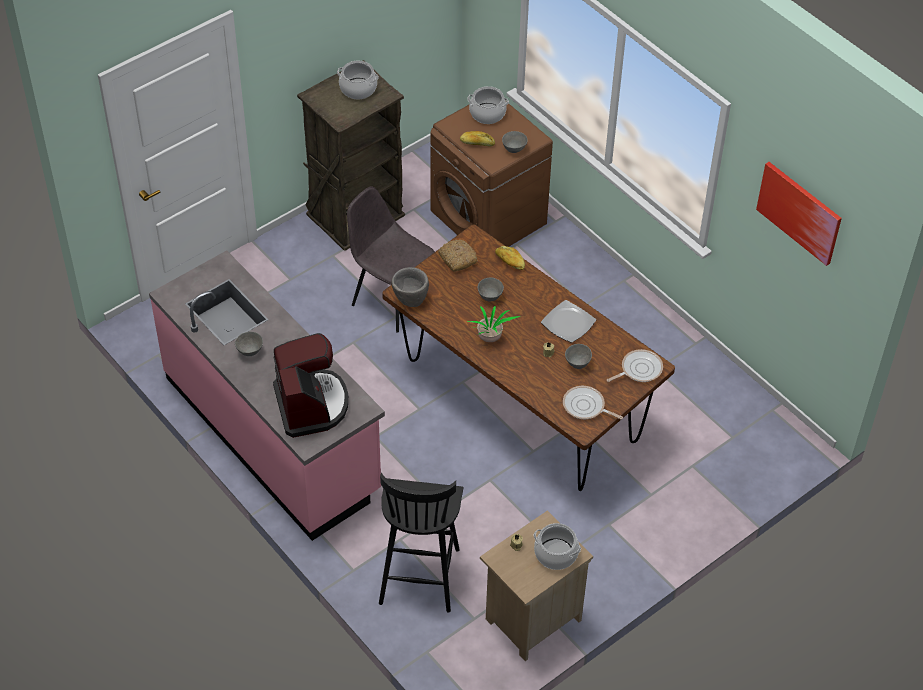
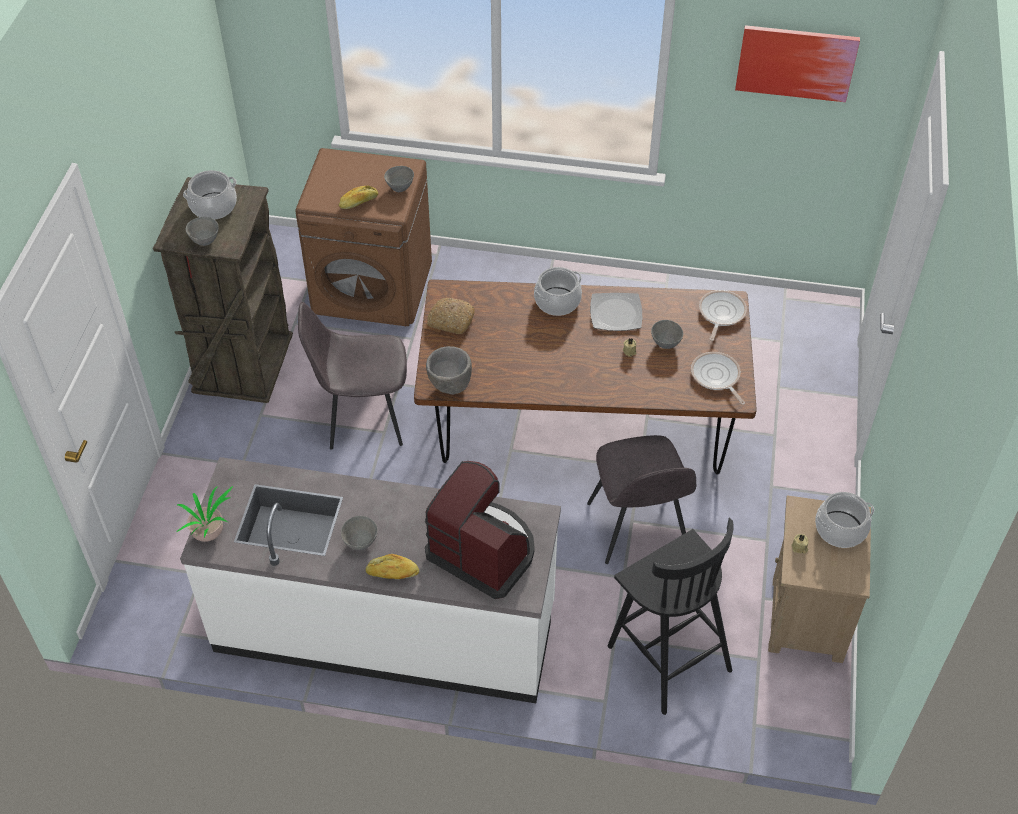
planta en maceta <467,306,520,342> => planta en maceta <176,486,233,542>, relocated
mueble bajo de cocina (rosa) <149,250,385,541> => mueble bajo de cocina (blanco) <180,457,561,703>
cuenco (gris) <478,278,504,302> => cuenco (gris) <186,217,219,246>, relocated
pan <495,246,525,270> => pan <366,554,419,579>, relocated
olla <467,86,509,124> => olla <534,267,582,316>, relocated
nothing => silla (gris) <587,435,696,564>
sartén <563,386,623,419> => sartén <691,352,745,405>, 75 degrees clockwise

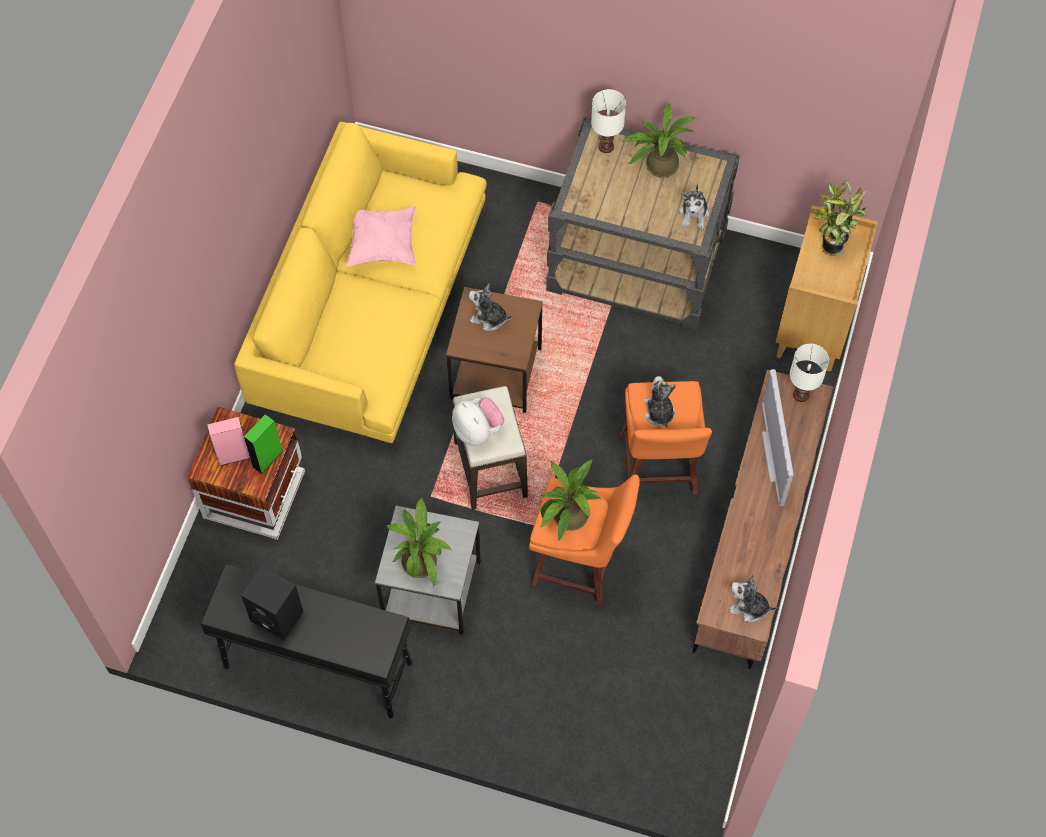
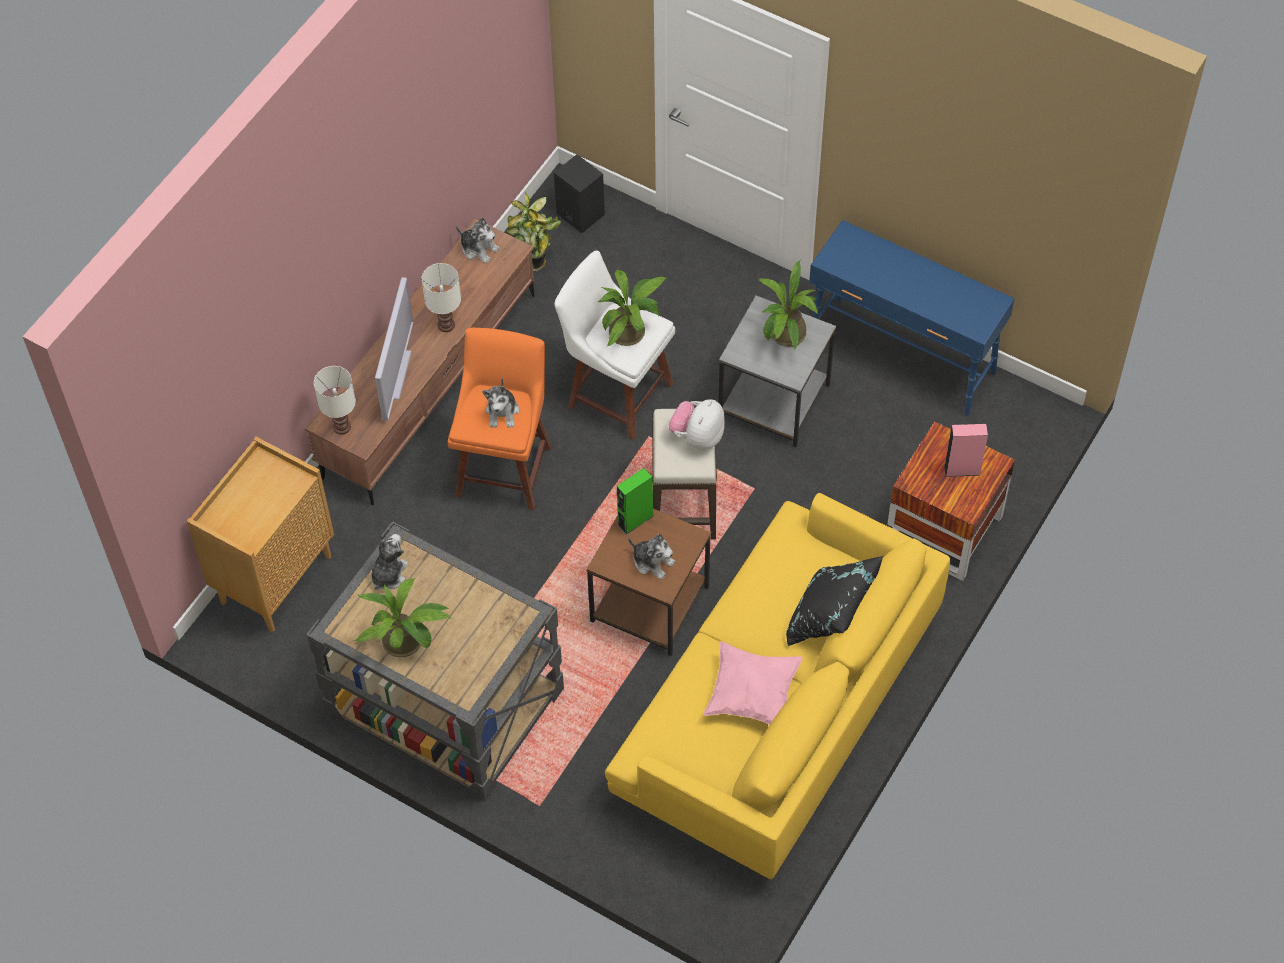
lámpara de mesa (blanco) <591,89,626,153> => lámpara de mesa (blanco) <422,263,461,332>, relocated
planta en maceta <814,181,867,256> => planta en maceta <507,192,561,272>, relocated
altavoz (negro) <241,566,304,640> => altavoz (negro) <554,154,605,233>, relocated
taburete (naranja) <529,474,640,606> => taburete (blanco) <554,250,675,440>
altavoz (verde) <244,415,283,474> => altavoz (verde) <617,468,654,535>, relocated
peluche <452,398,504,446> => peluche <669,399,725,450>, 45 degrees clockwise
nothing => cojín (negro) <786,556,883,647>
mesa consola (negro) <200,564,412,718> => mesa consola (azul) <809,220,1014,416>

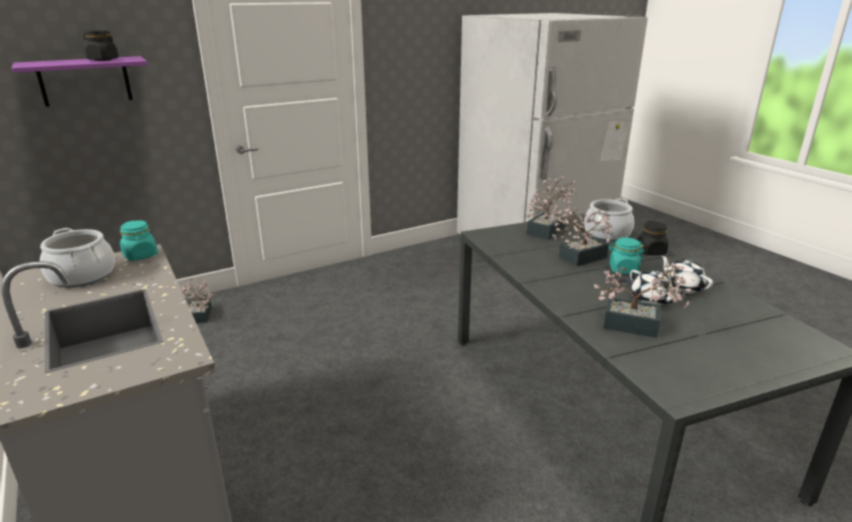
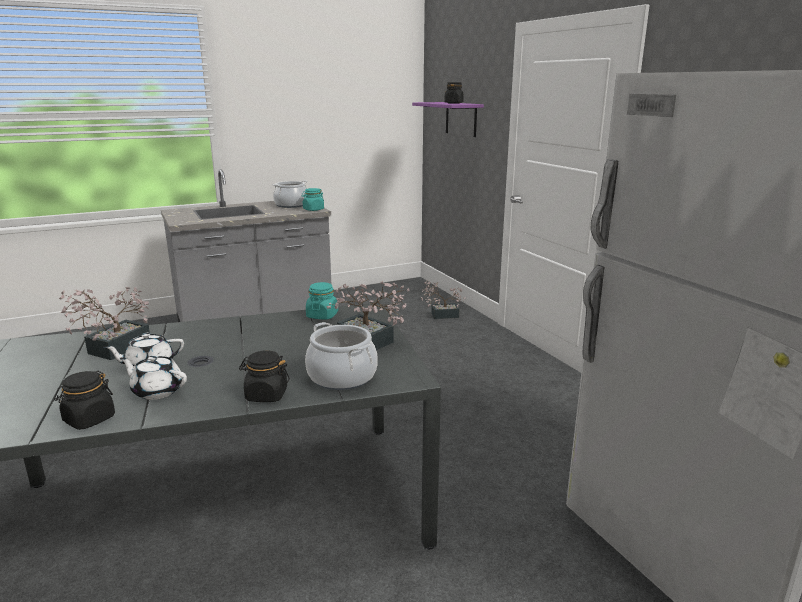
nothing => tarro (negro) <54,371,115,430>
tetera (blanco) <661,254,713,294> => tetera (blanco) <120,355,187,400>, 135 degrees counterclockwise
tarro (turquesa) <608,237,644,274> => tarro (turquesa) <306,282,338,319>, relocated
planta en maceta <550,205,612,266> => nothing

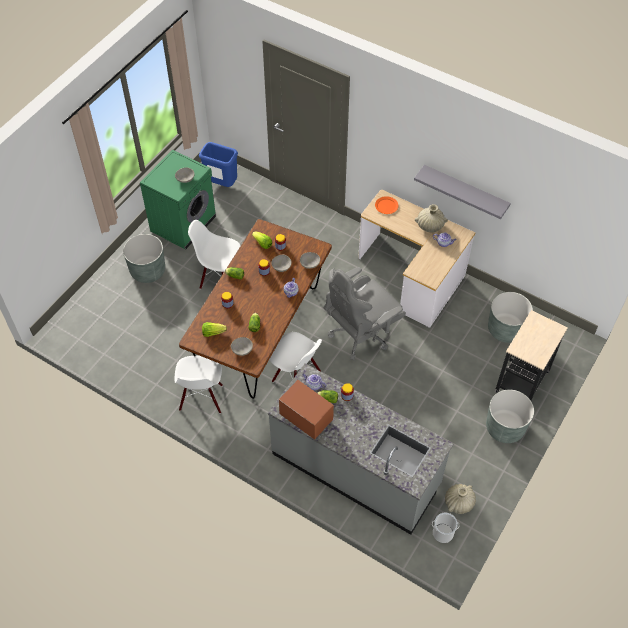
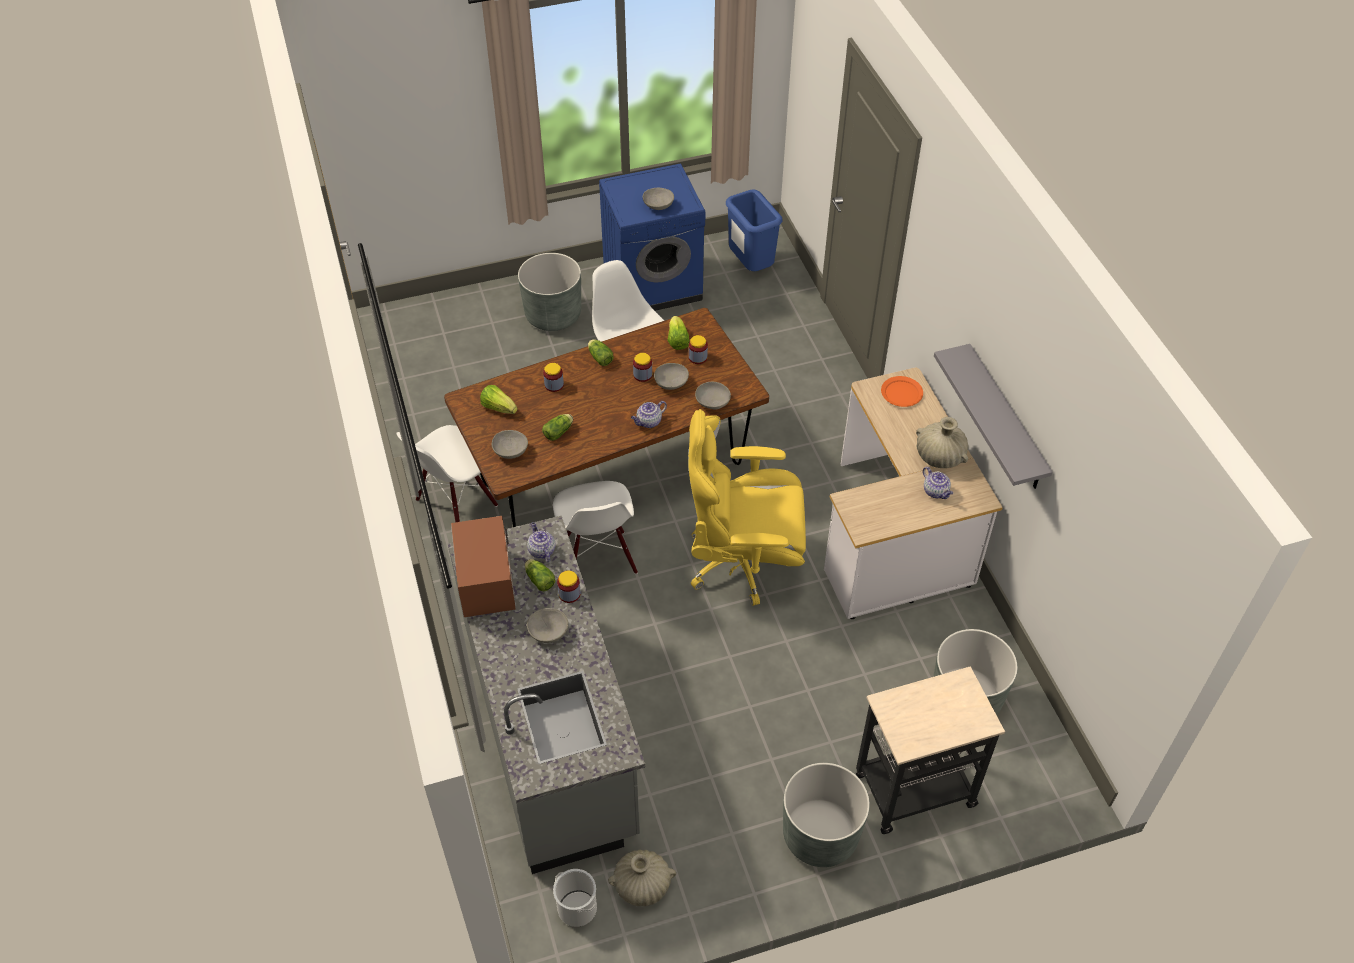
nothing => cuenco (gris) <527,608,568,643>
lavadora (verde) <140,150,216,250> => lavadora (azul) <599,163,705,311>
silla de oficina (gris) <324,267,406,360> => silla de oficina (amarillo) <688,409,806,606>

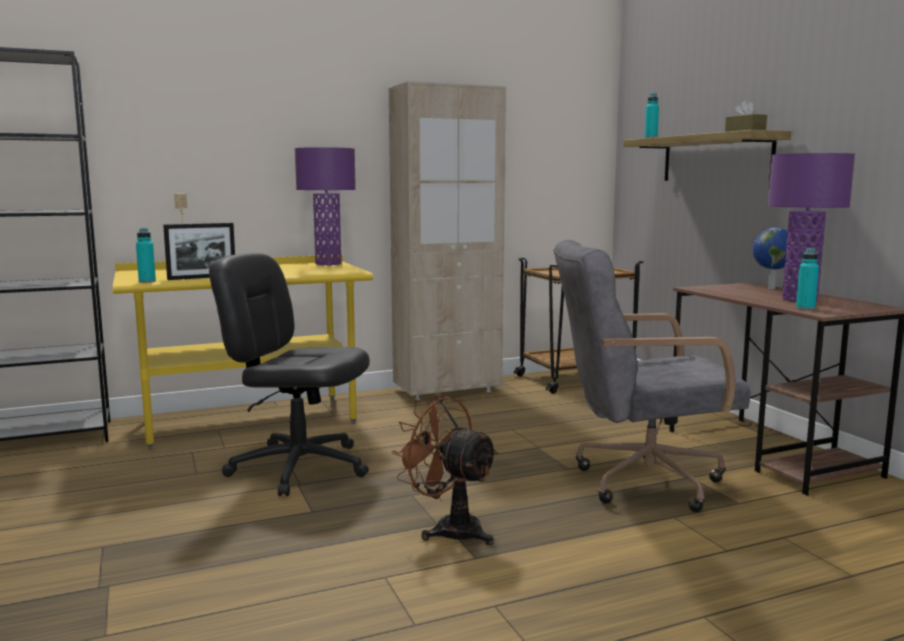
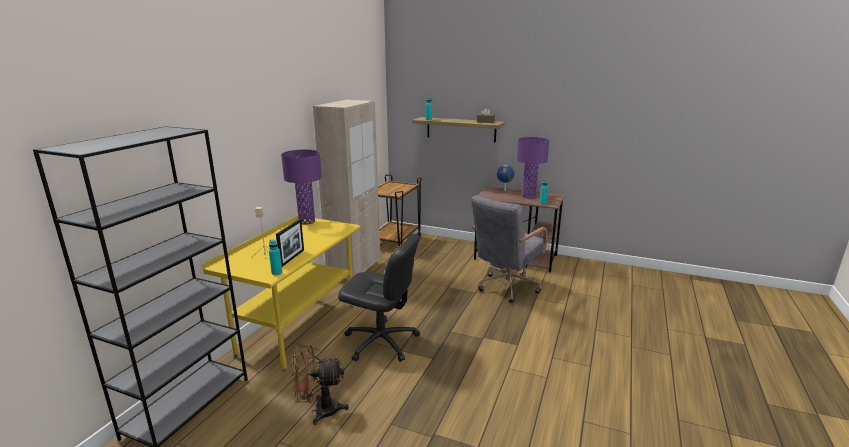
ventilador (marrón) <391,395,499,545> => ventilador (marrón) <292,344,349,425>, relocated
silla de oficina (negro) <209,253,370,496> => silla de oficina (negro) <338,234,421,362>, 135 degrees counterclockwise

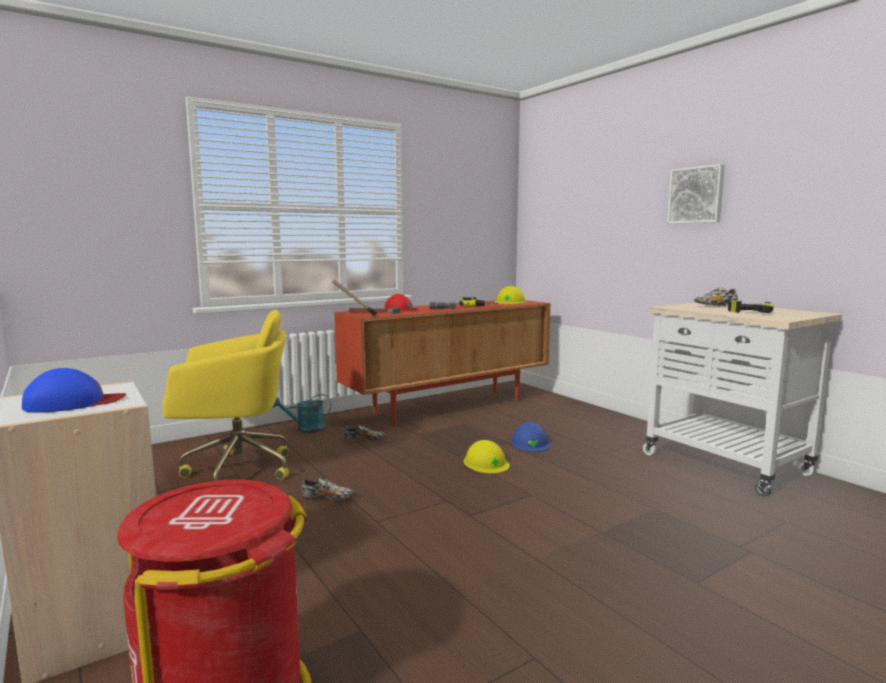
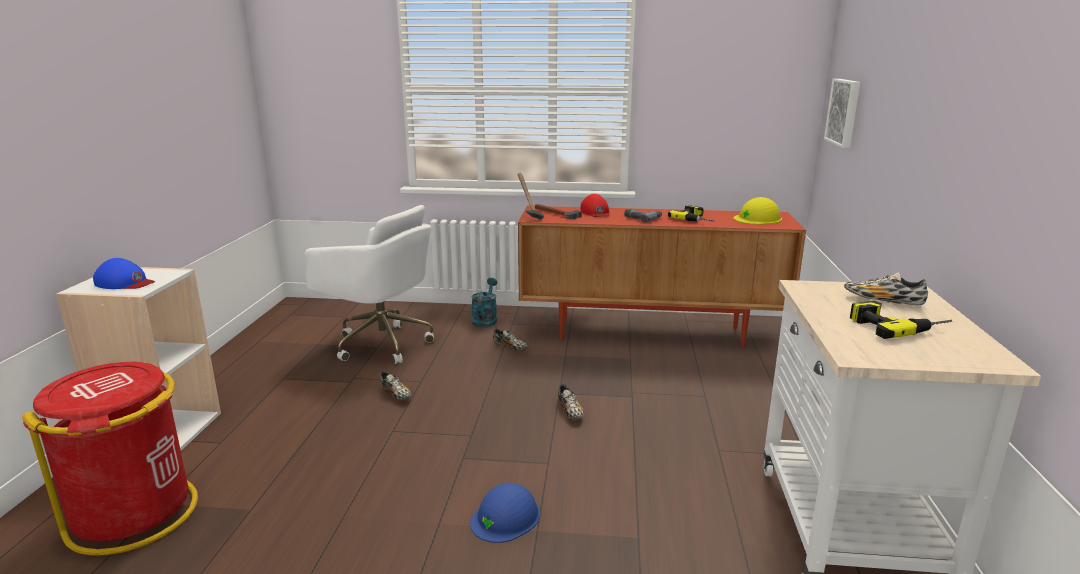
silla de oficina (amarillo) <162,310,289,481> => silla de oficina (blanco) <305,205,434,364>
casco (azul) <510,422,550,452> => casco (azul) <470,483,540,543>, relocated
regadera (turquesa) <273,394,331,433> => regadera (turquesa) <471,278,497,327>, 75 degrees clockwise
casco (amarillo) <464,440,510,474> => zapato <558,384,584,420>
cuadro <667,164,725,224> => cuadro <824,79,860,148>, relocated

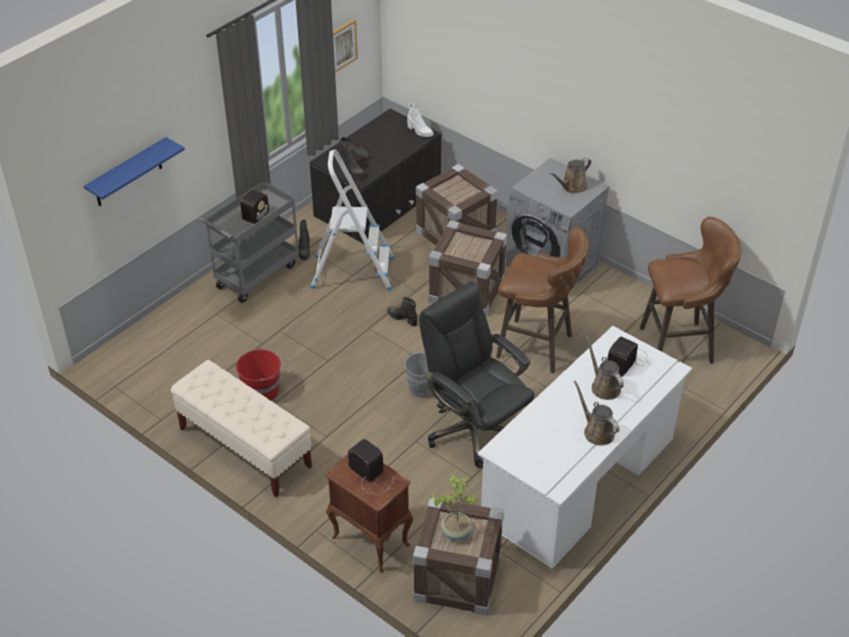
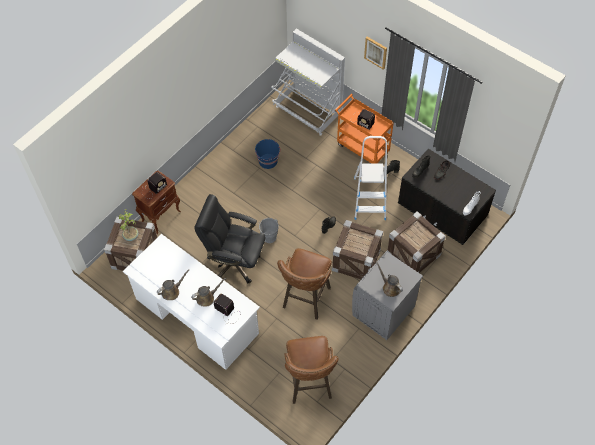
silla de oficina (negro) <419,281,534,468> => silla de oficina (negro) <195,194,265,283>, 120 degrees counterclockwise
cubo (rojo) <236,348,283,401> => cubo (azul) <255,139,280,169>
nothing => zapatero (blanco) <271,29,345,136>
carrito (gris) <198,181,299,303> => carrito (naranja) <335,94,394,164>
cuadro <333,19,358,73> => cuadro <364,37,387,70>, relocated
estante (azul) <84,137,185,206> => nothing
banco (beis) <171,360,312,497> => nothing

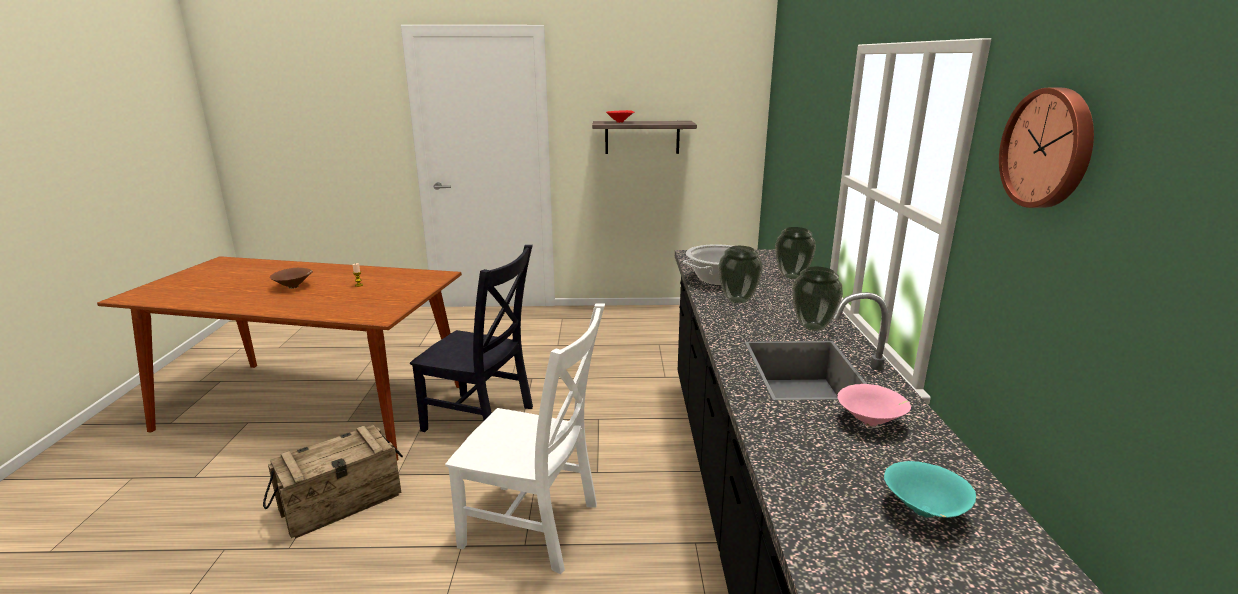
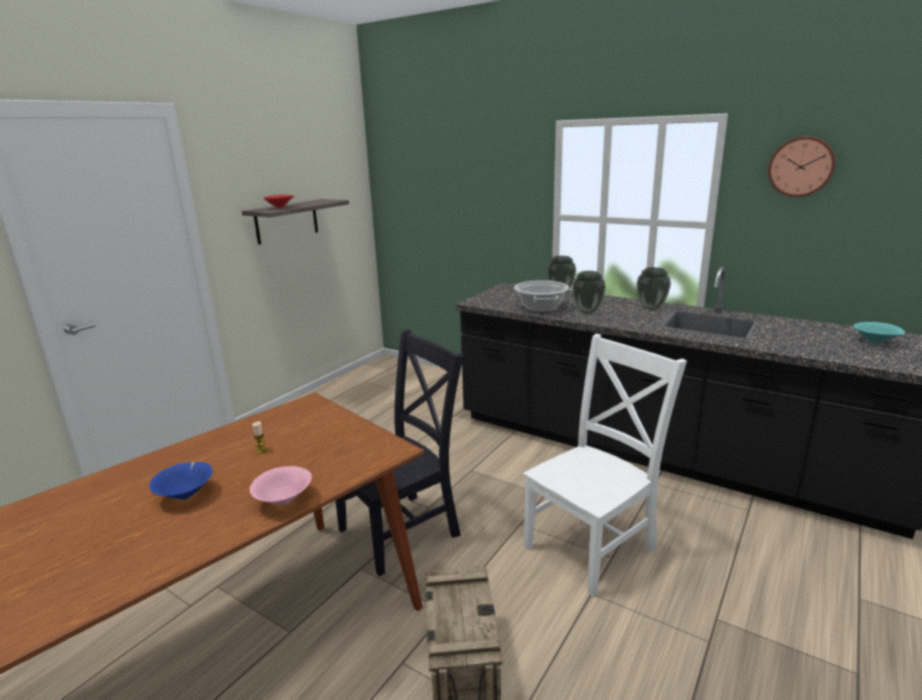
cuenco (marrón) <270,268,313,289> => cuenco (azul) <149,462,212,500>
cuenco (rosa) <838,384,911,427> => cuenco (rosa) <250,466,312,506>, relocated

